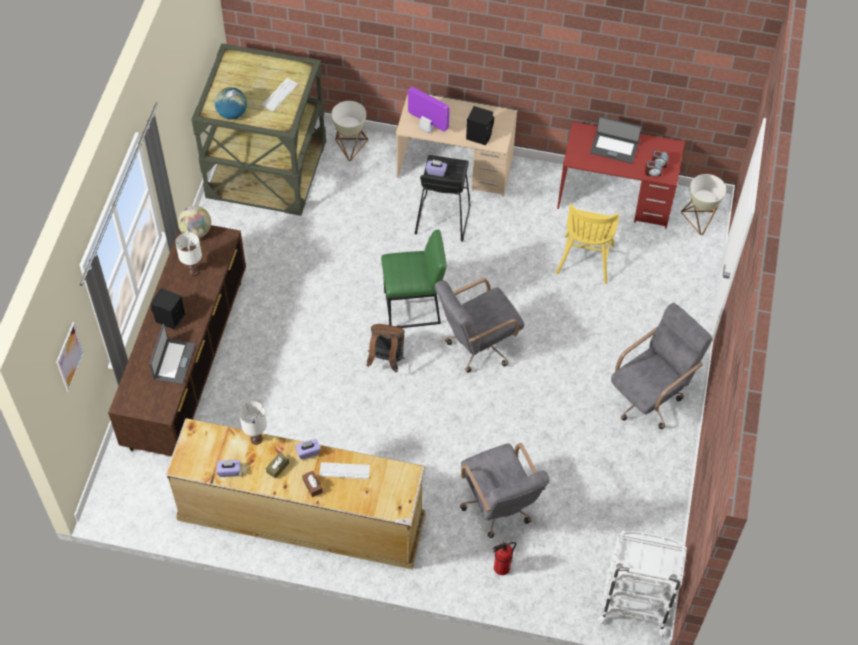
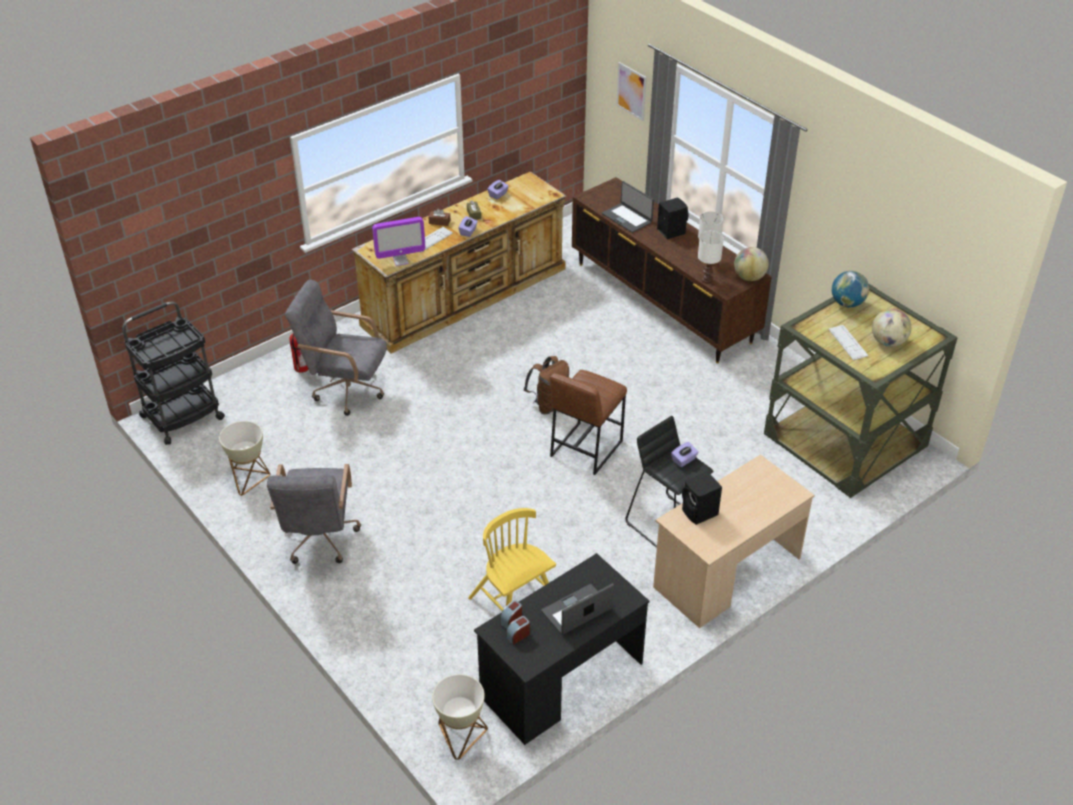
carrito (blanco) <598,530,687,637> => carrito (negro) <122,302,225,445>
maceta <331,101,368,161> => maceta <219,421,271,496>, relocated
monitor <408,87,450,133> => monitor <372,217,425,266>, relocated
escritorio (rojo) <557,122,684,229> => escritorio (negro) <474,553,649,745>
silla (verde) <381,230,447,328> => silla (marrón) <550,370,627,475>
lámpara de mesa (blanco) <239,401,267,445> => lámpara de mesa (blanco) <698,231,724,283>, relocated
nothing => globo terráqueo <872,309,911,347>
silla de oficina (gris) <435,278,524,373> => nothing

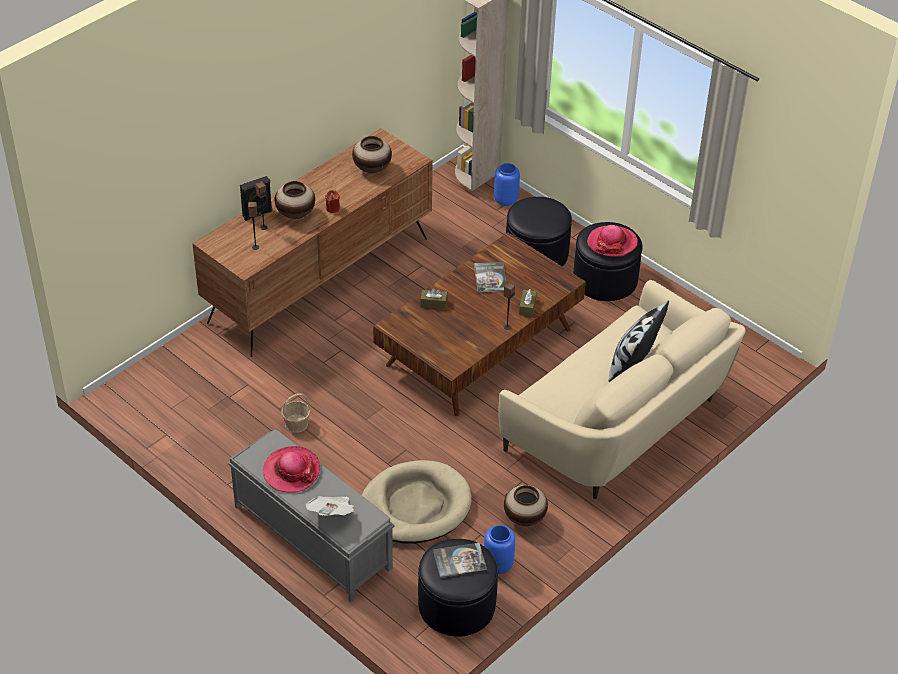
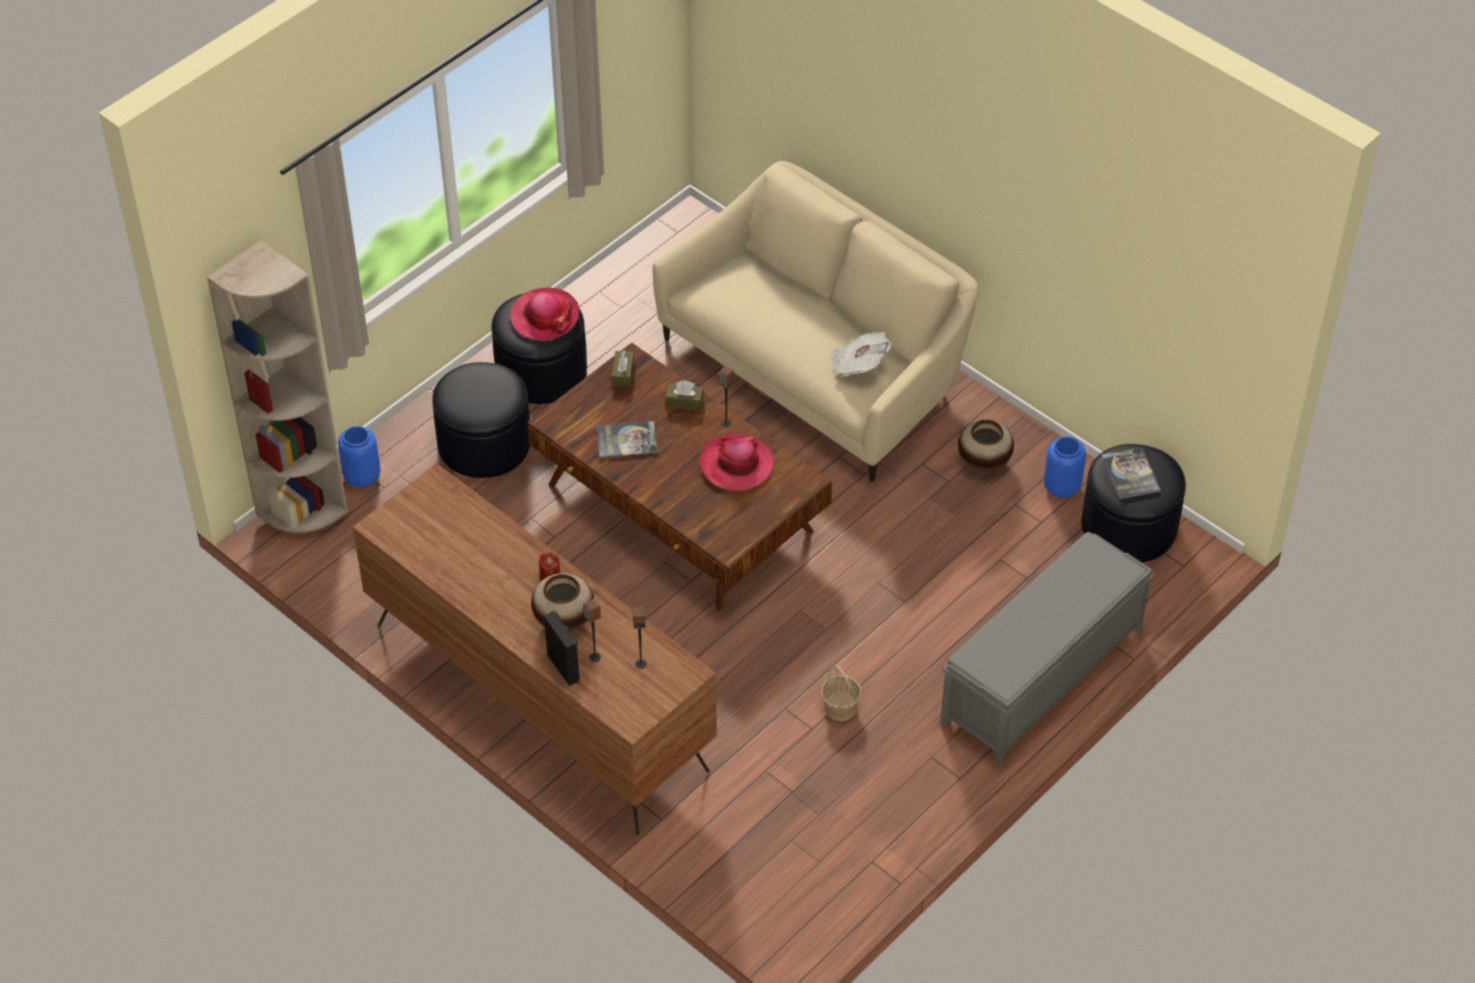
caja de pañuelos (marrón) <420,288,448,309> => caja de pañuelos (marrón) <611,350,634,387>, relocated
sombrero <263,446,320,492> => sombrero <700,433,773,491>, relocated
periódico <306,496,355,516> => periódico <830,332,891,376>, relocated
florero <352,136,392,174> => nothing
cama para perro (beis) <362,460,471,544> => nothing
cojín <609,301,669,382> => nothing

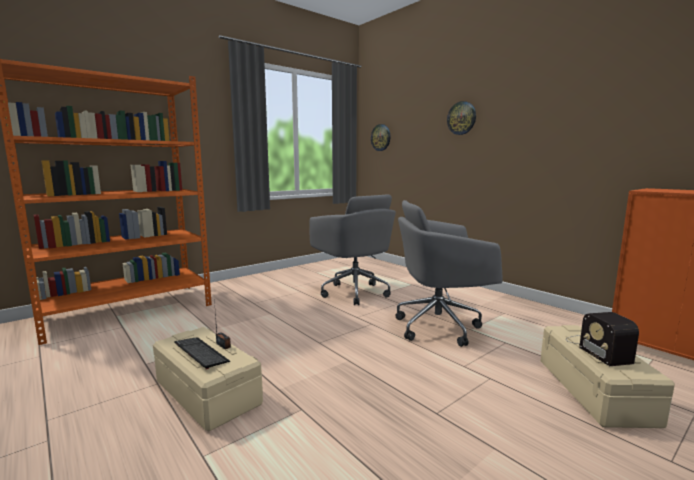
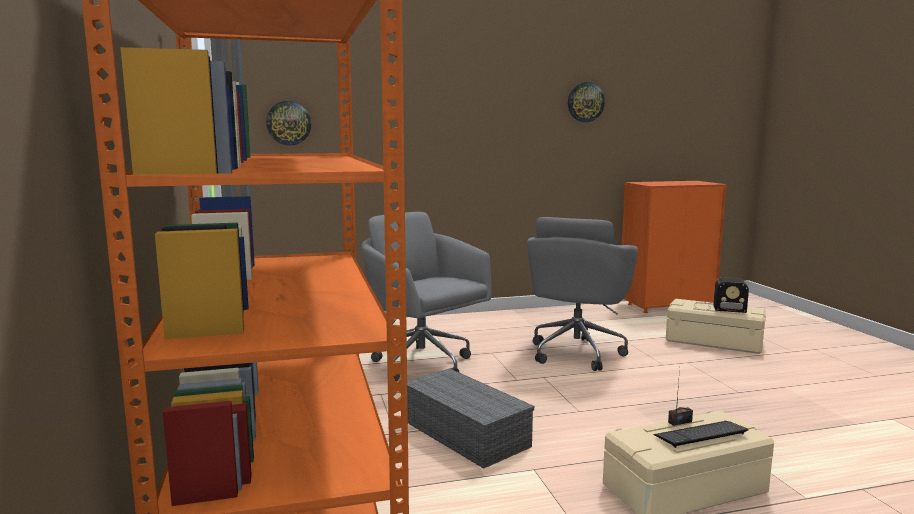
silla de oficina (gris) <309,195,396,305> => silla de oficina (gris) <361,212,492,381>, 120 degrees counterclockwise
nothing => caja de almacenaje (gris) <407,368,534,468>
reloj de pared <447,101,476,135> => reloj de pared <568,82,605,122>, relocated

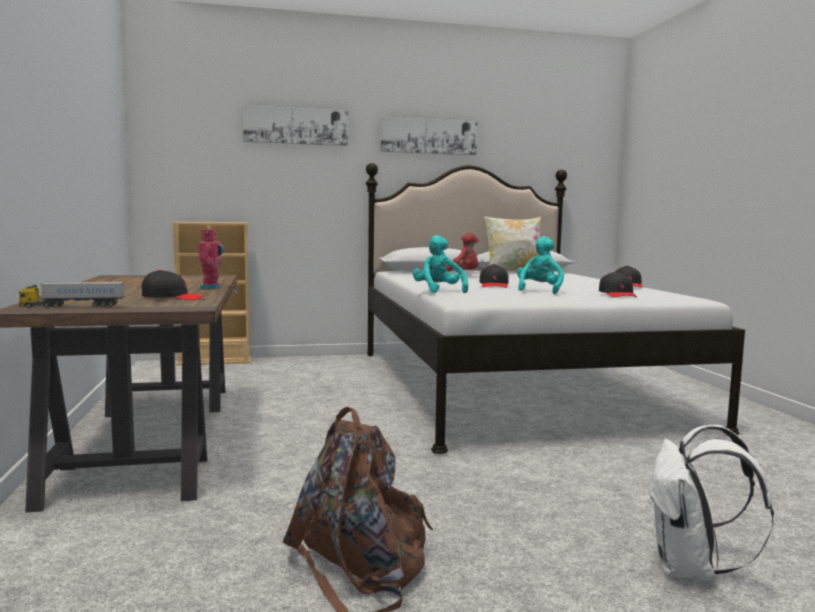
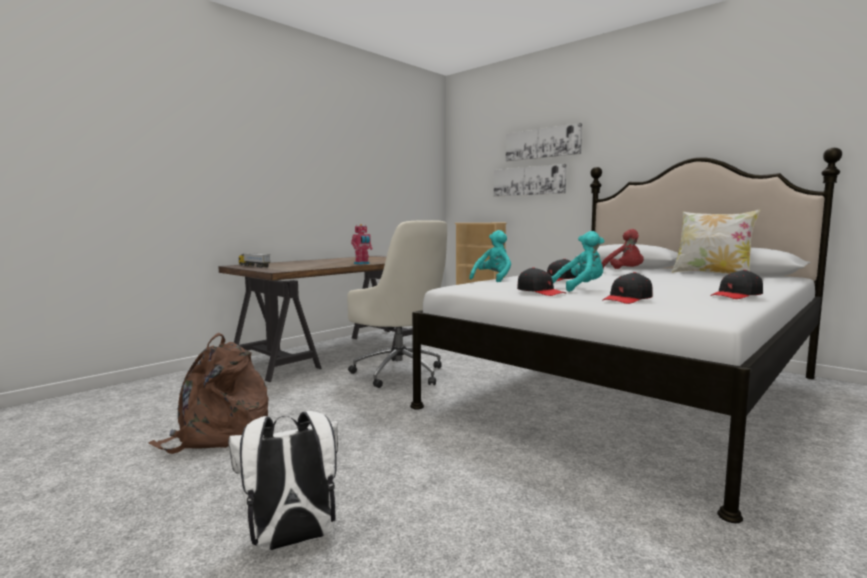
nothing => silla de oficina (beis) <347,220,447,388>
cuadro <380,117,478,155> => cuadro <494,164,567,197>, relocated
gorra (negro) <142,270,205,300> => gorra (negro) <517,267,566,296>, relocated

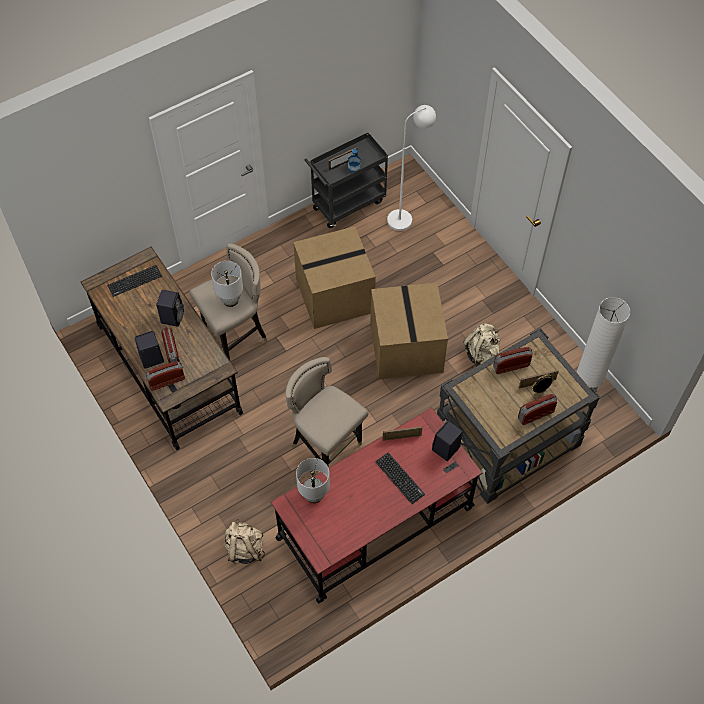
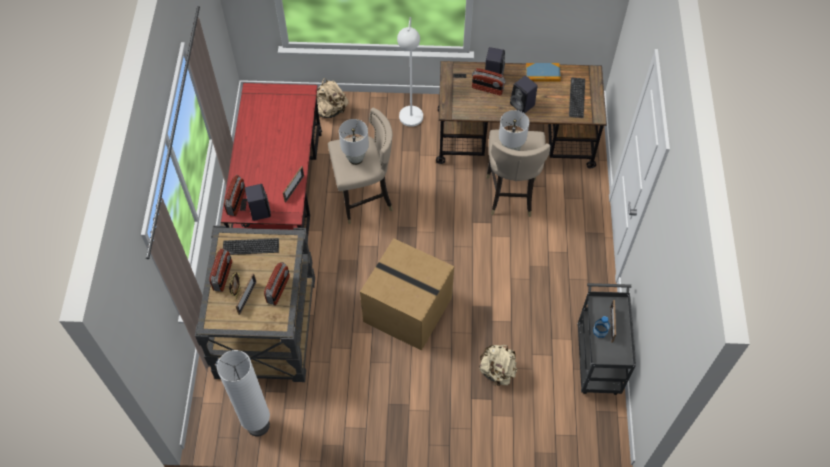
teclado <375,453,425,504> => teclado <223,238,279,255>, relocated
radio <145,361,185,391> => radio <224,175,245,216>, relocated
lámpara de mesa (blanco) <296,458,330,503> => lámpara de mesa (blanco) <339,119,369,165>, relocated
lámpara de pie (blanco) <387,105,436,231> => lámpara de pie (blanco) <397,17,423,127>, relocated
mochila (beis) <463,323,500,367> => mochila (beis) <479,345,517,386>, relocated
nothing => libro <526,63,561,82>
caja de cartón <293,226,376,329> => nothing

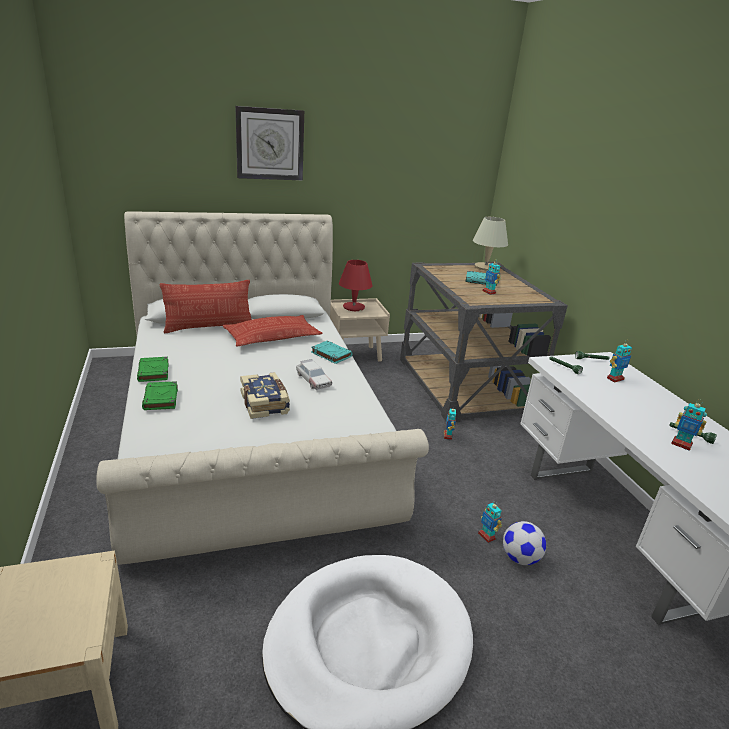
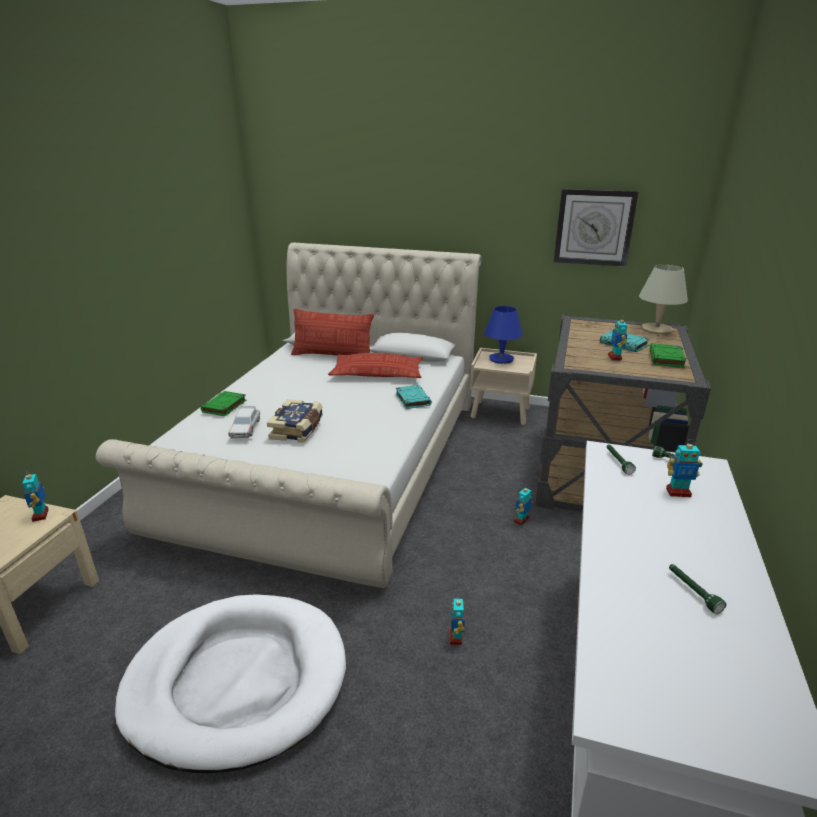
robot de juguete <671,399,707,451> => robot de juguete <22,471,49,522>, relocated
coche de juguete <296,359,332,390> => coche de juguete <228,406,260,439>, relocated
lámpara de mesa (rojo) <339,260,372,311> => lámpara de mesa (azul) <484,306,523,364>
reloj de pared <235,106,304,180> => reloj de pared <554,189,639,267>, relocated
libro (verde) <137,357,169,382> => libro (verde) <650,343,686,368>, relocated
balón de fútbol <503,521,546,565> => nothing

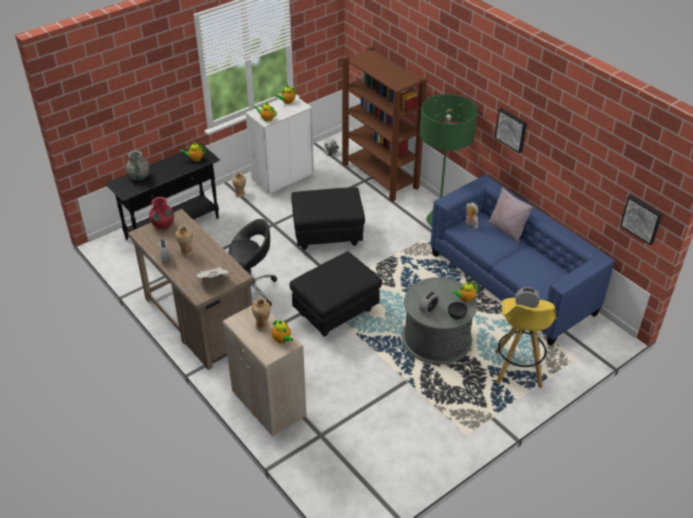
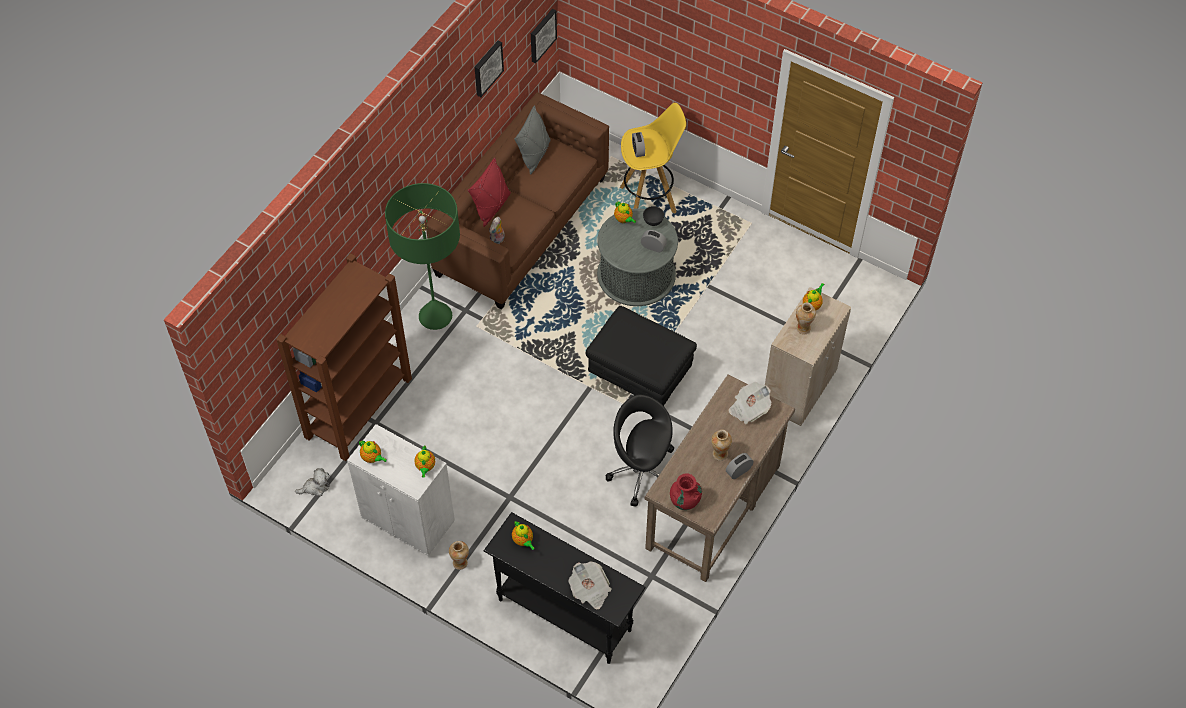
sofá (azul) <430,175,615,346> => sofá (marrón) <426,92,609,310>
cojín (morado) <488,187,533,243> => cojín (rojo) <468,157,511,227>
cuadro <495,108,527,153> => cuadro <475,41,504,97>, relocated
nothing => cojín (gris) <514,105,551,175>
florero (gris) <126,150,149,181> => periódico <569,562,612,609>
silla de oficina (negro) <228,219,277,306> => silla de oficina (negro) <606,395,674,506>, 45 degrees counterclockwise
puf (negro) <291,187,365,250> => nothing

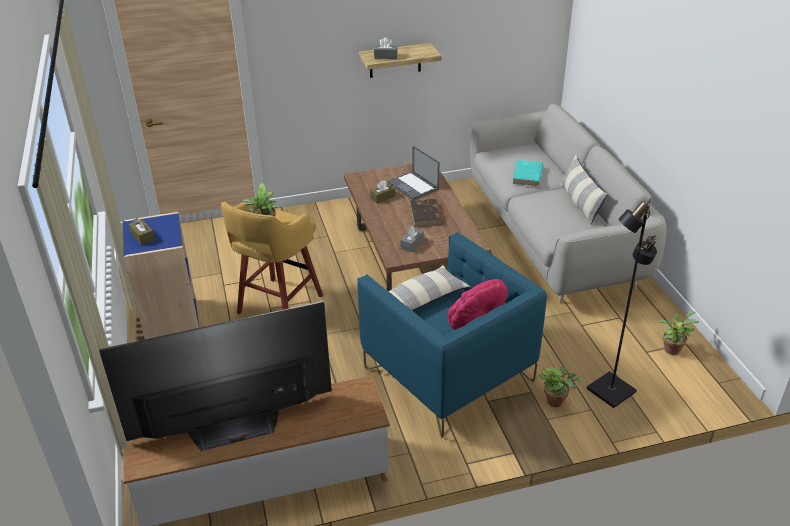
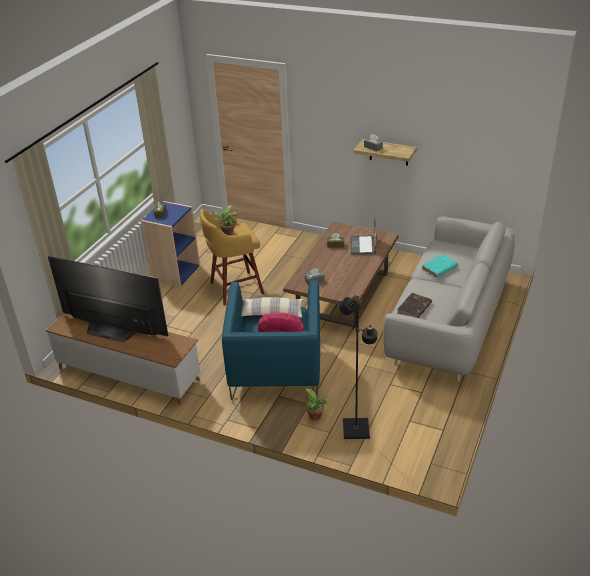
libro (marrón) <410,199,443,227> => libro (marrón) <397,293,432,318>, relocated
cojín <561,155,608,225> => nothing
planta en maceta <658,311,699,355> => nothing

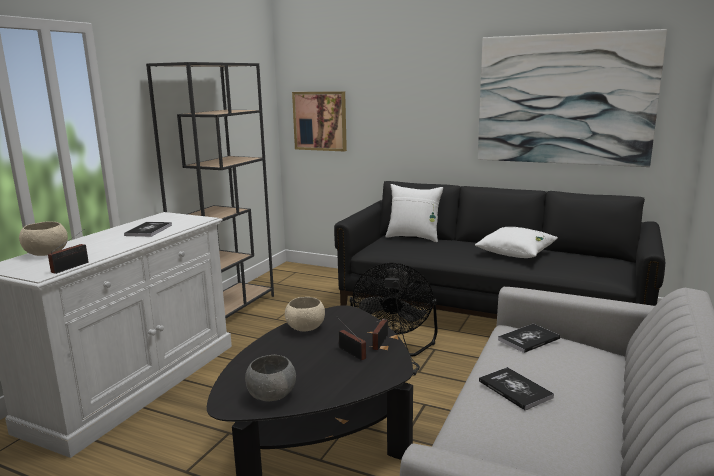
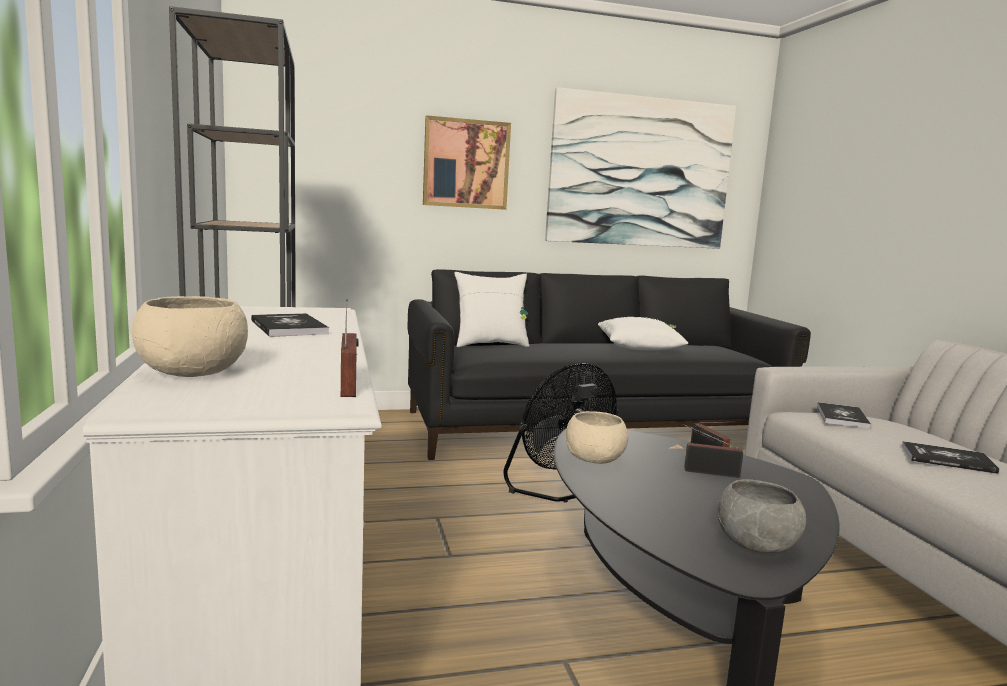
cuadro <292,91,347,152> => cuadro <423,115,511,210>, relocated

